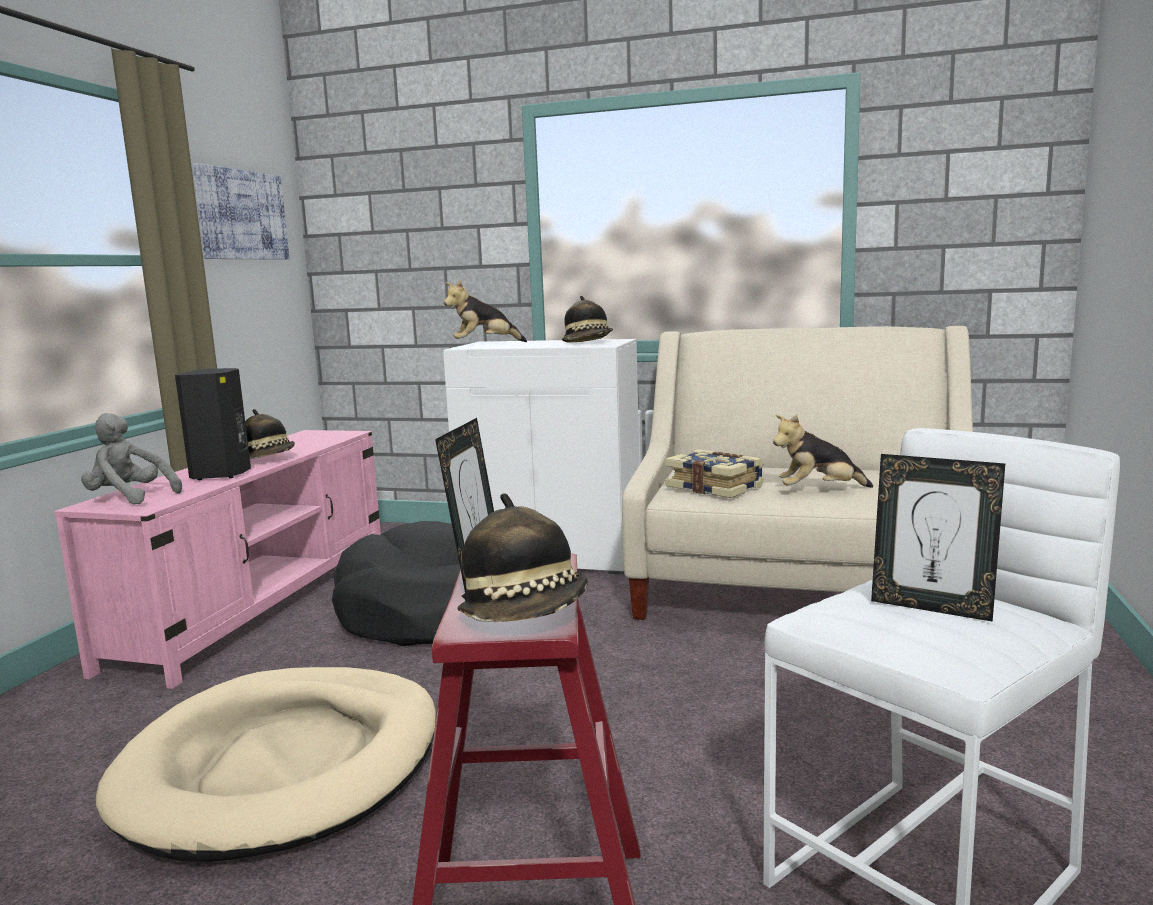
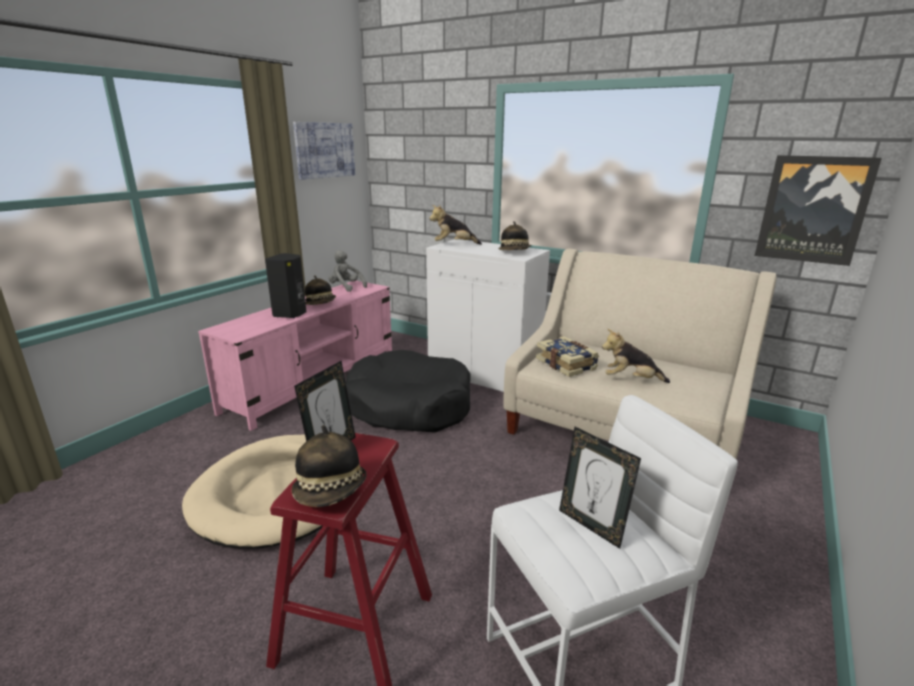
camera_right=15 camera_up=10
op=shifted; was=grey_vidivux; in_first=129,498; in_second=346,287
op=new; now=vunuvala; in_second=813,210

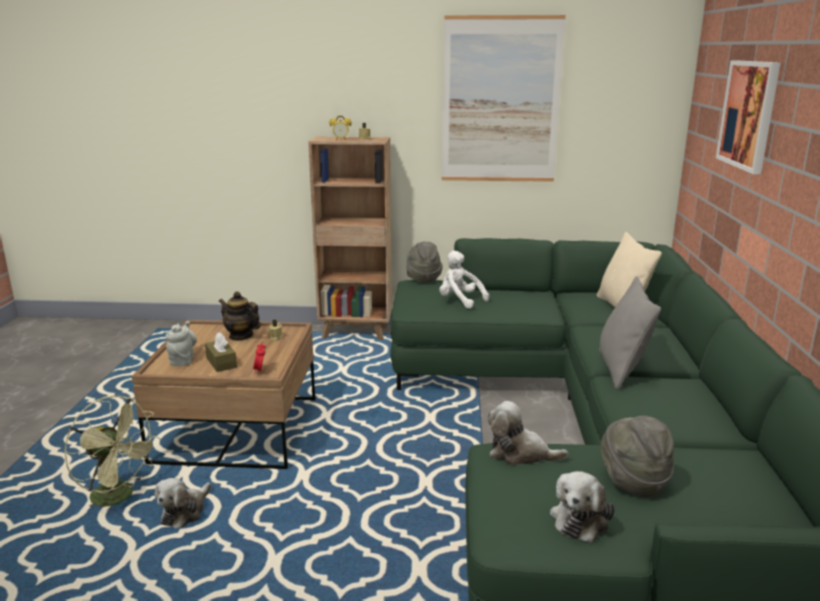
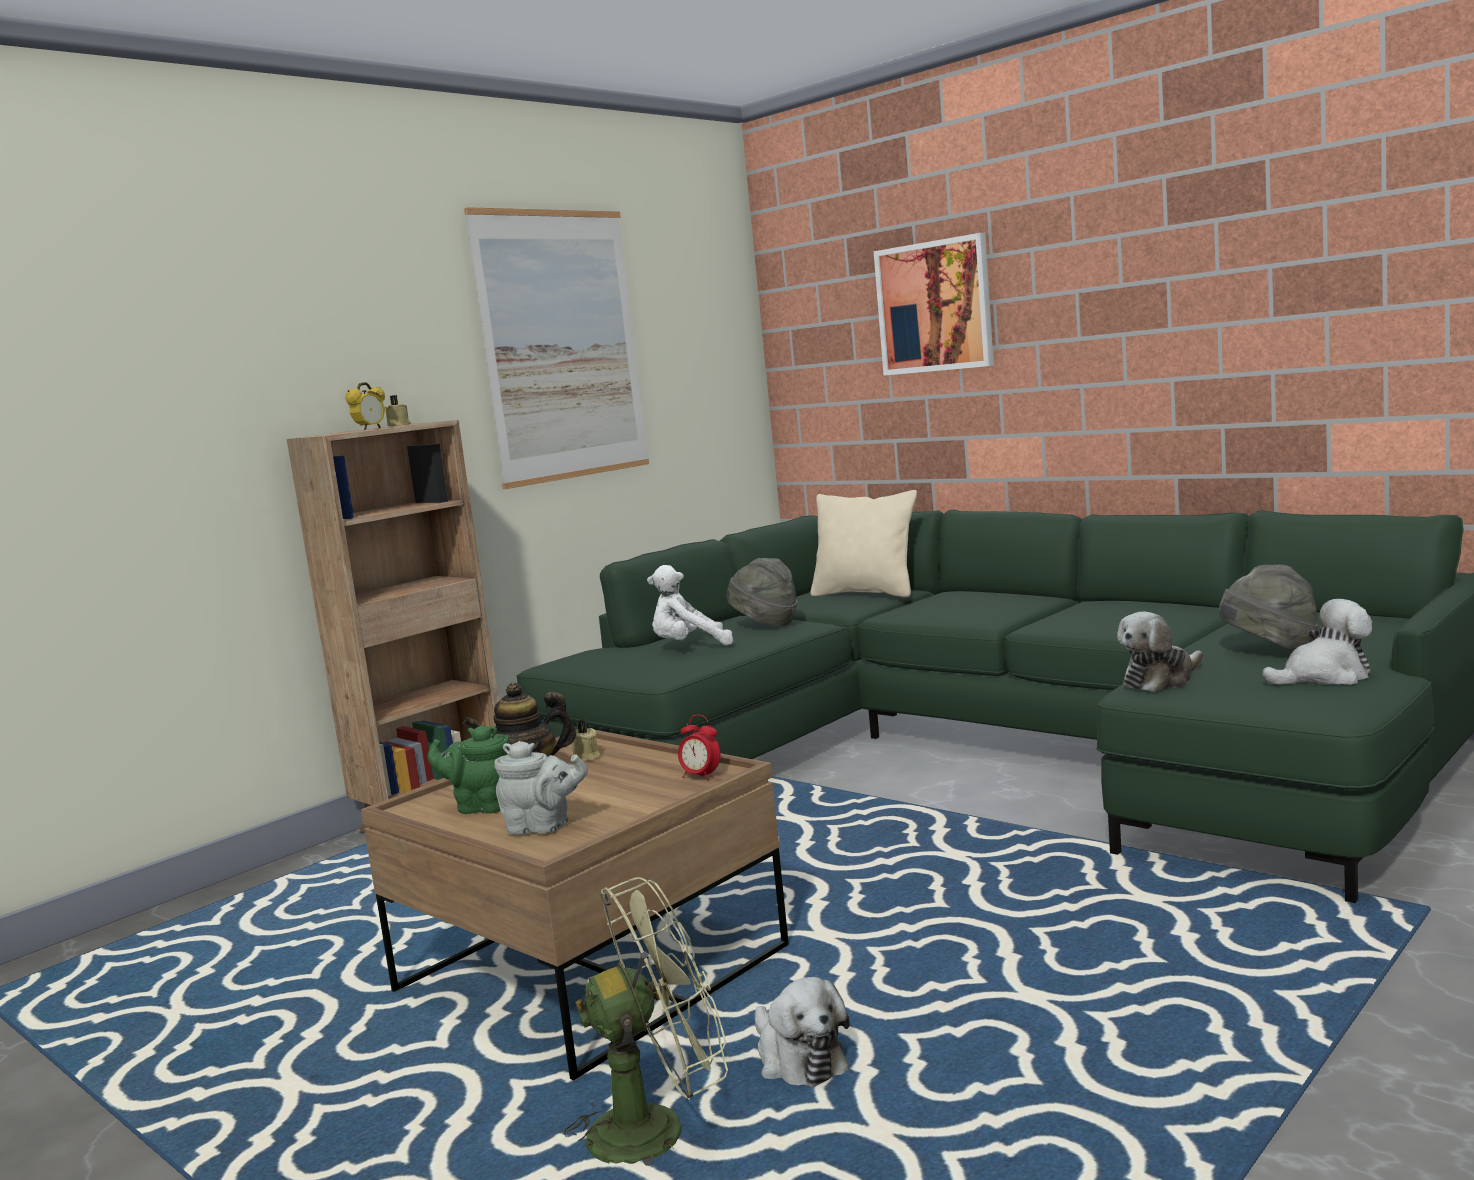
camera_right=-50 camera_up=-10
op=rotated; was=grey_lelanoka; in_first=183,360; in_second=543,827; clockwise=150
op=gone; was=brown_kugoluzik; in_first=221,362
op=shifted; was=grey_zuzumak; in_first=423,278; in_second=765,625
op=rotated; was=vidivux; in_first=580,518; in_second=1324,677; clockwise=-75
op=gone; was=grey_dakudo; in_first=621,370
op=new; now=green_lelanoka; in_second=481,806

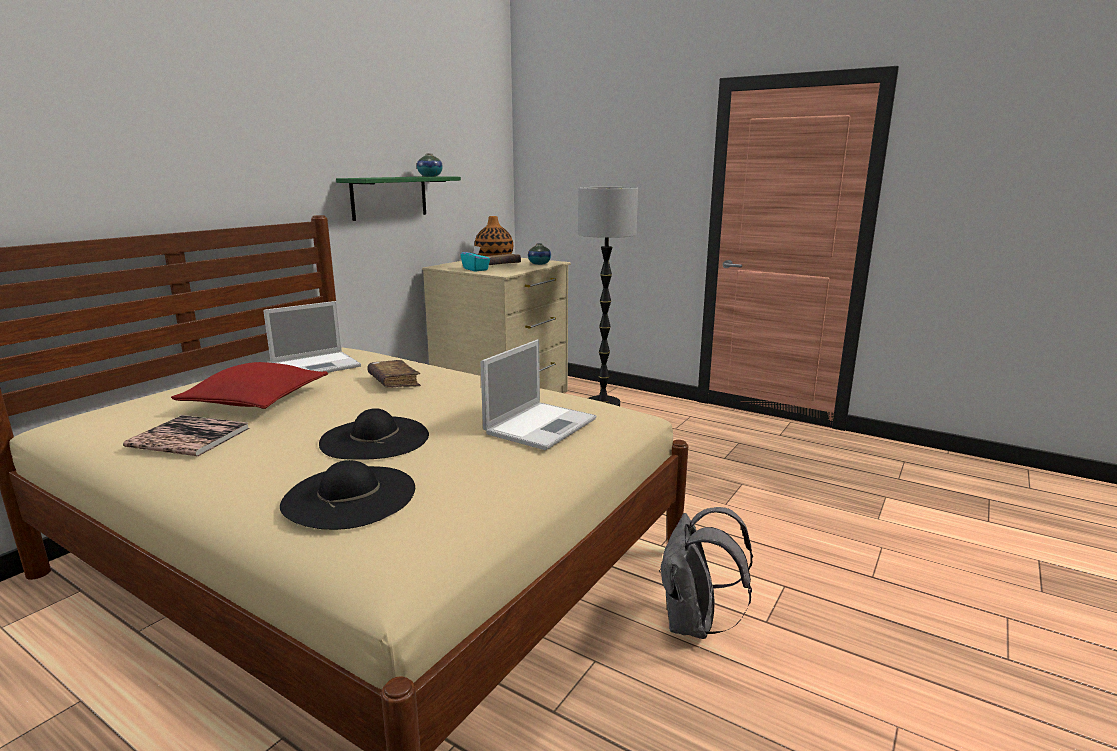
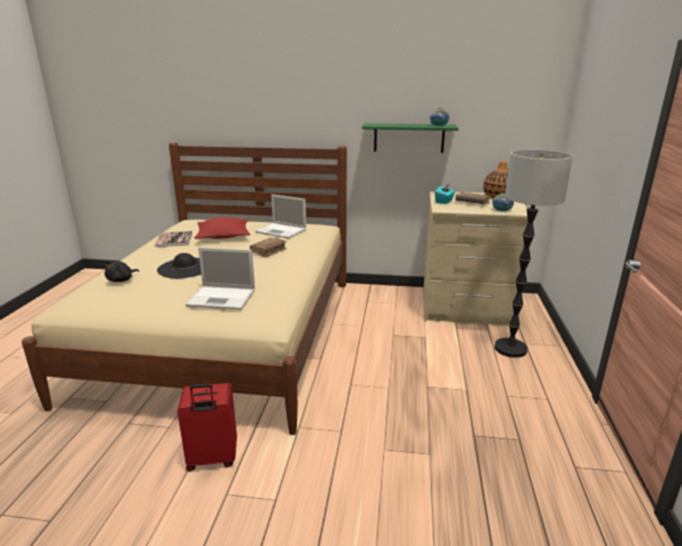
camera_right=65 camera_up=5
op=swapped; was=black_zuzumak; now=black_vidivux; in_first=349,496; in_second=121,280
op=swapped; was=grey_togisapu; now=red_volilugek; in_first=694,624; in_second=212,459

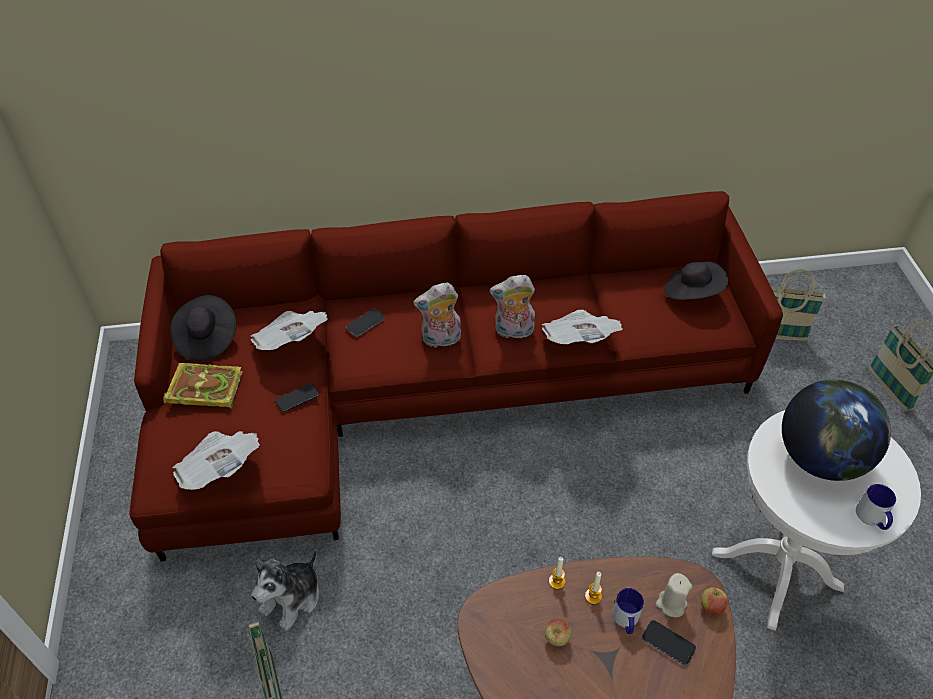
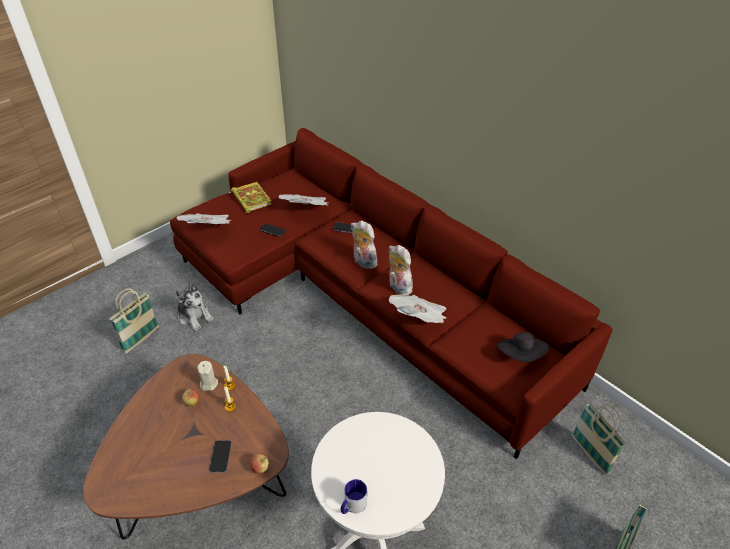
camera_right=55 camera_up=-5
op=gone; was=black_zuzumak; in_first=206,338
op=rotated; was=vidivux; in_first=292,598; in_second=195,316; clockwise=-135
op=gone; was=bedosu; in_first=626,620
op=shifted; was=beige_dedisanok; in_first=671,604; in_second=208,383
op=gone; was=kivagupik; in_first=820,457

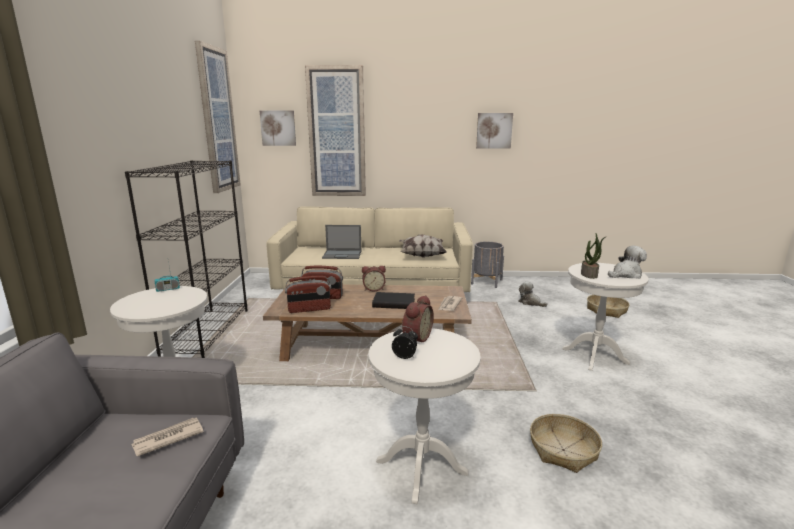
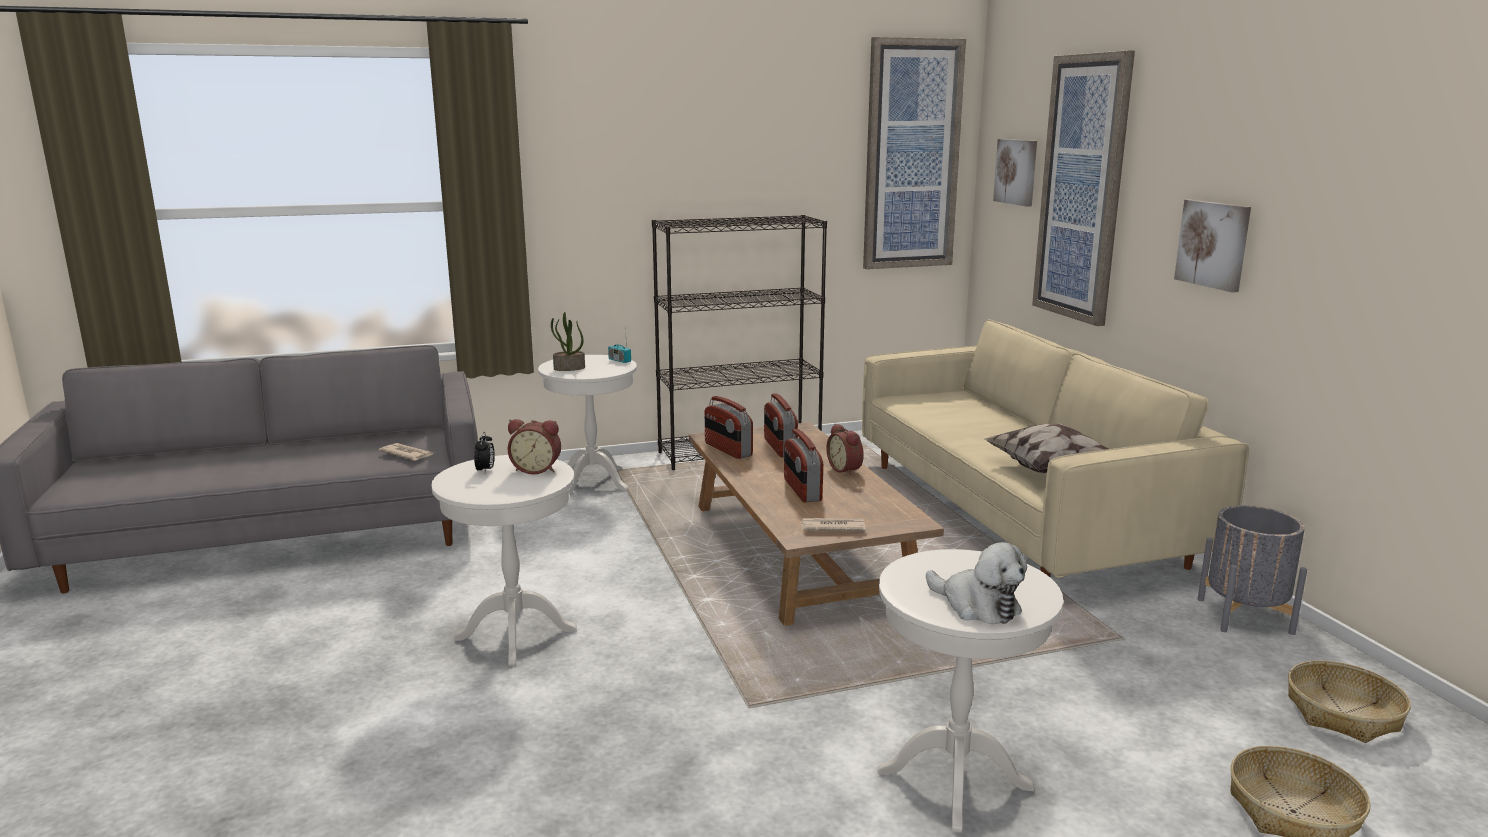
camera_right=70 camera_up=0
op=gone; was=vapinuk; in_first=342,255
op=swapped; was=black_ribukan; now=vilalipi; in_first=394,303; in_second=801,490
op=shifted; was=vunuvala; in_first=494,130; in_second=1213,244
op=gone; was=vidivux; in_first=530,302
op=shifted; was=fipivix; in_first=563,450; in_second=1342,713
op=shifted; was=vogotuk; in_first=589,275; in_second=569,368

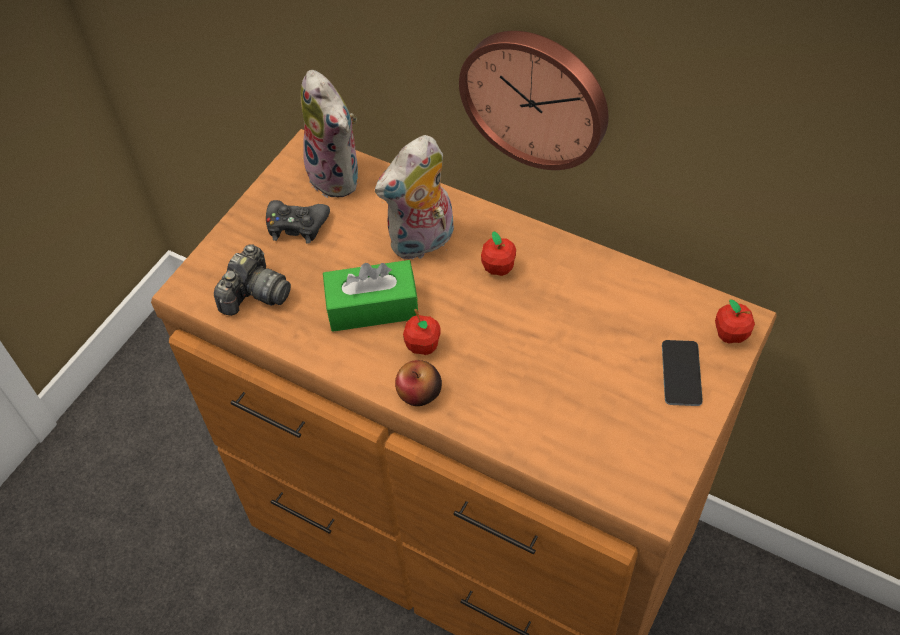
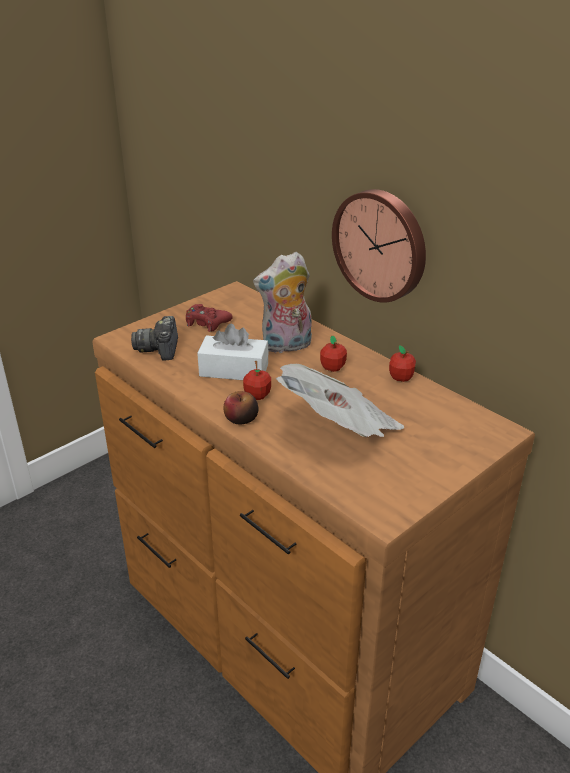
camera_right=15 camera_up=-20
op=rotated; was=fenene; in_first=255,294; in_second=159,349; clockwise=135
op=repainted; was=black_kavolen; now=red_kavolen; in_first=296,226; in_second=207,323
op=gone; was=vidivux; in_first=339,176
op=repainted; was=green_kugoluzik; now=white_kugoluzik; in_first=372,307; in_second=234,370
op=gone; was=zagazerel; in_first=681,373
op=shifted; was=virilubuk; in_first=730,334; in_second=401,378
op=new; now=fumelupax; in_second=340,428

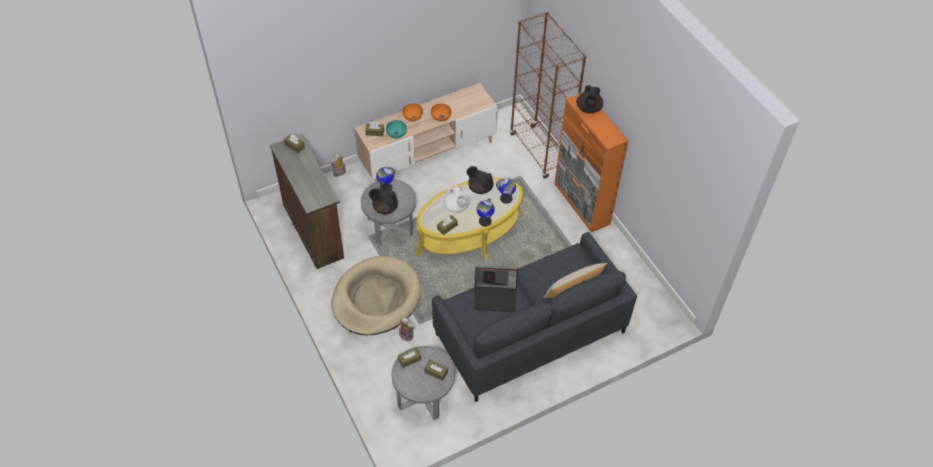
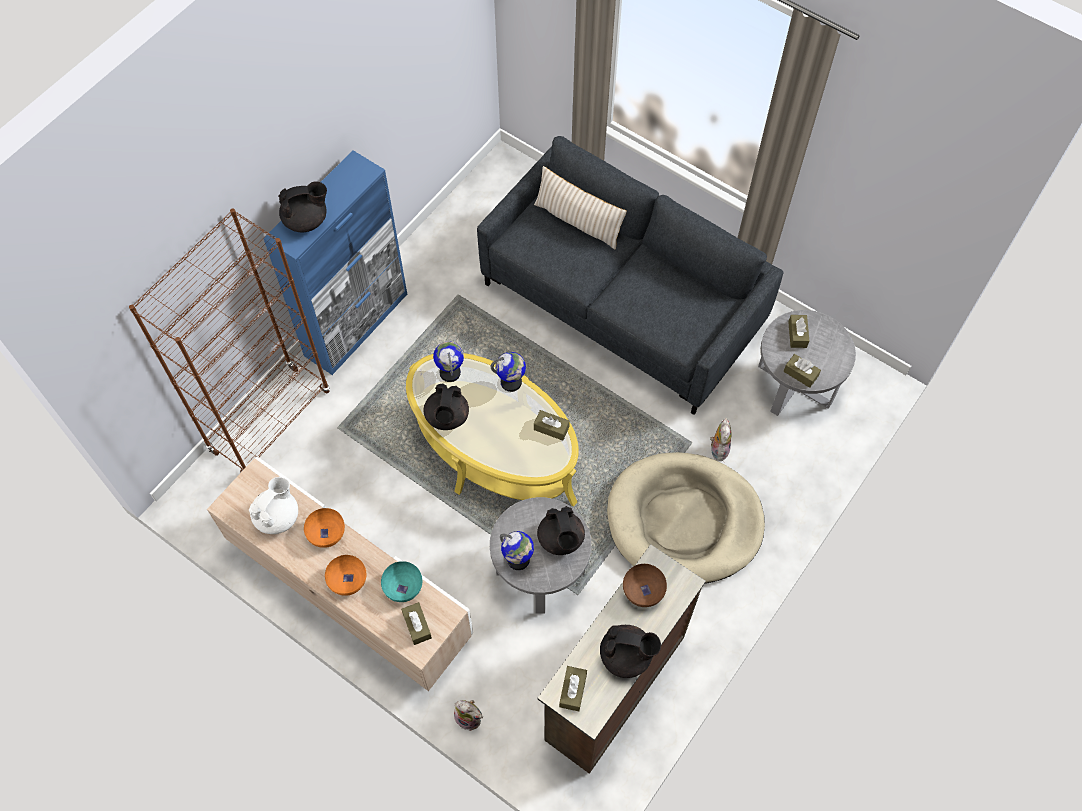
camera_right=-115 camera_up=10
op=shifted; was=white_lelanoka; in_first=456,207; in_second=277,516
op=gone; was=vapinuk; in_first=495,297
op=repainted; was=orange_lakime; now=blue_lakime; in_first=582,204; in_second=357,324
op=new; now=black_lelanoka; in_second=626,656
op=new; now=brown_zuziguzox; in_second=643,590

